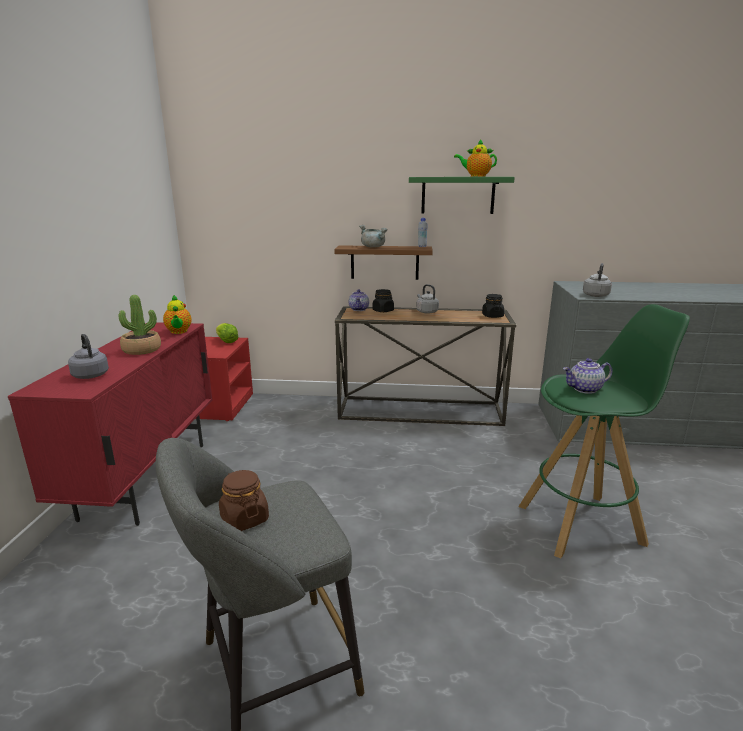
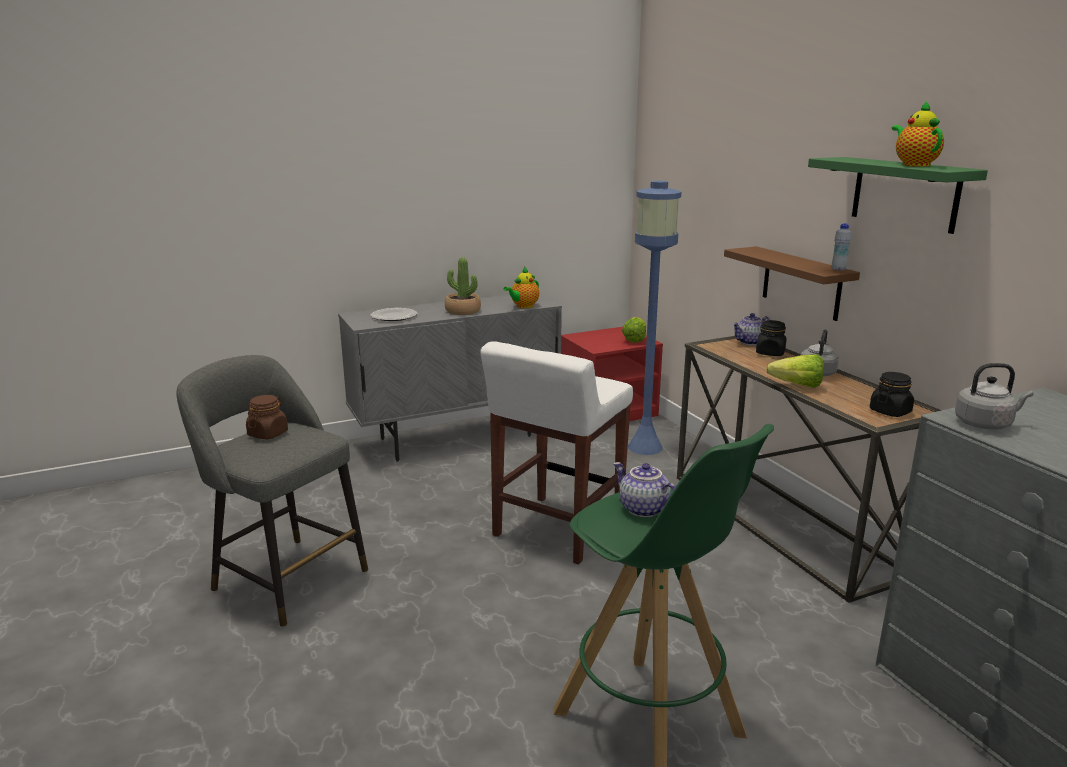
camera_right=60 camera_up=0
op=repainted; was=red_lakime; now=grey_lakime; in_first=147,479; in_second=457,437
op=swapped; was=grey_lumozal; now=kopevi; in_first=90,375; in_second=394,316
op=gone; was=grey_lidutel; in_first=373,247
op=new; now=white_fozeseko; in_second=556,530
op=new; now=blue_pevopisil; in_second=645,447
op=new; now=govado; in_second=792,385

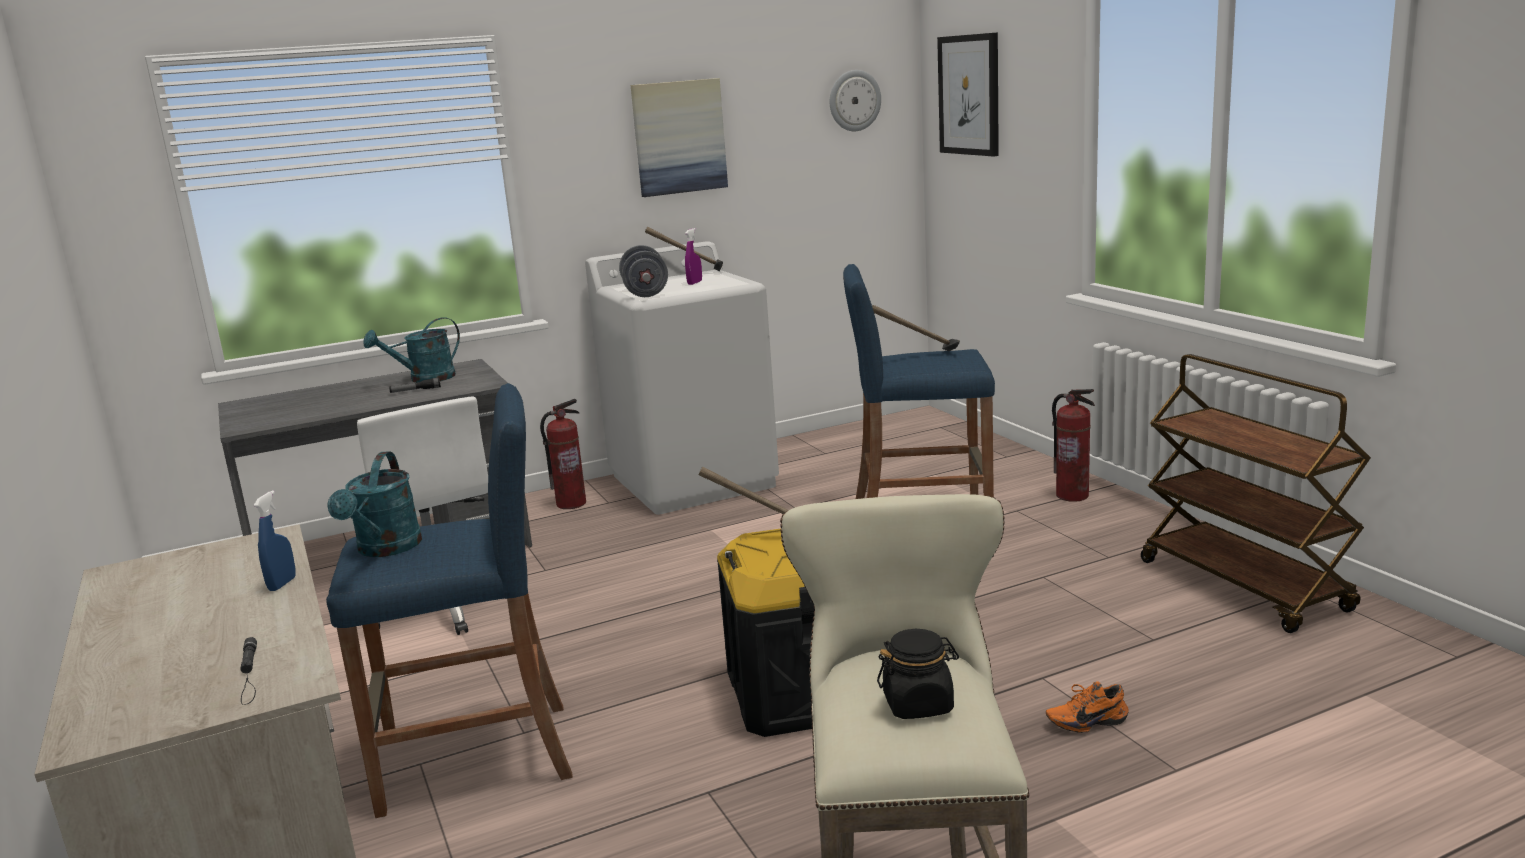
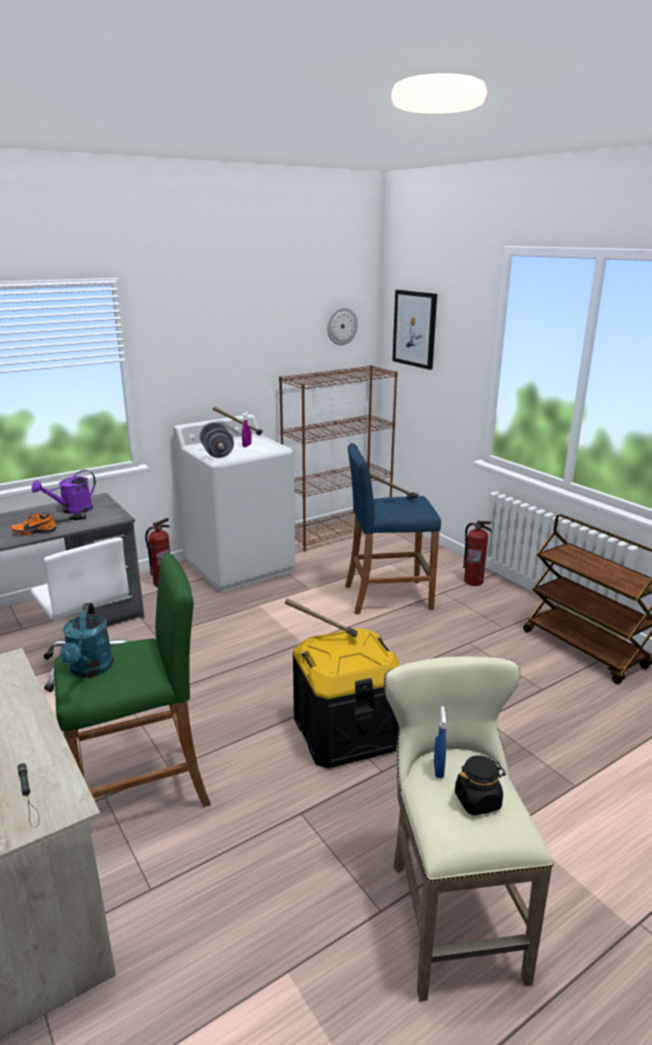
camera_right=-10 camera_up=5
op=shifted; was=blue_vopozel; in_first=282,584; in_second=438,769
op=repainted; was=blue_fozeseko; now=green_fozeseko; in_first=475,758; in_second=141,791
op=repainted; was=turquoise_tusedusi; now=purple_tusedusi; in_first=424,379; in_second=72,510
op=gone; was=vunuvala; in_first=679,137
op=shifted; was=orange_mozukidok; in_first=1086,721; in_second=35,531
op=new; now=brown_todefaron; in_second=338,531

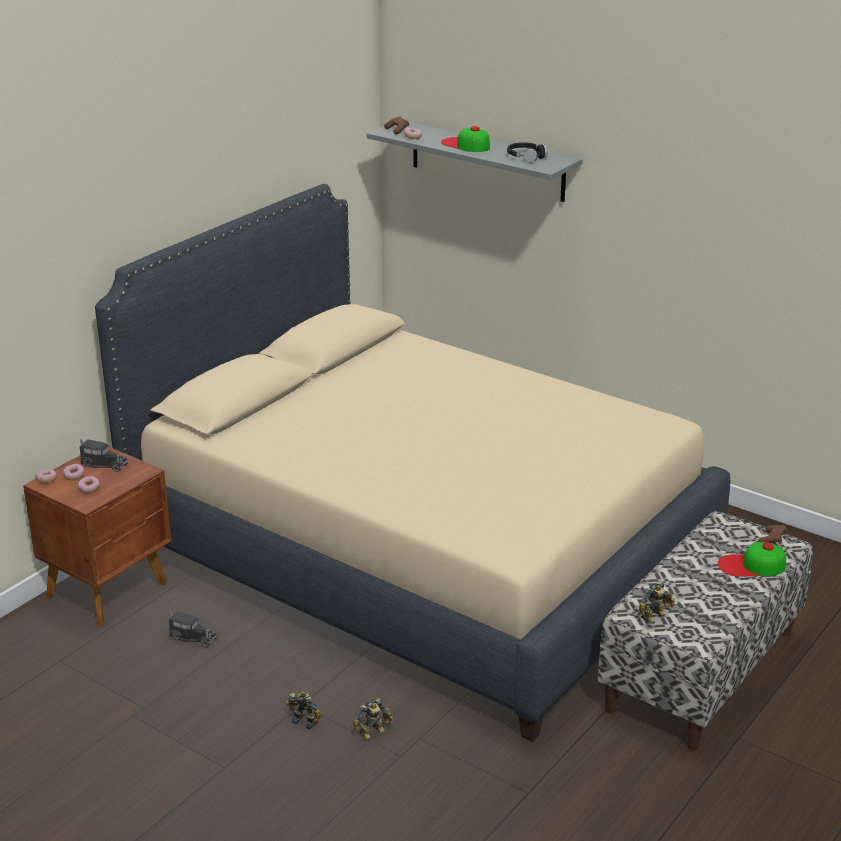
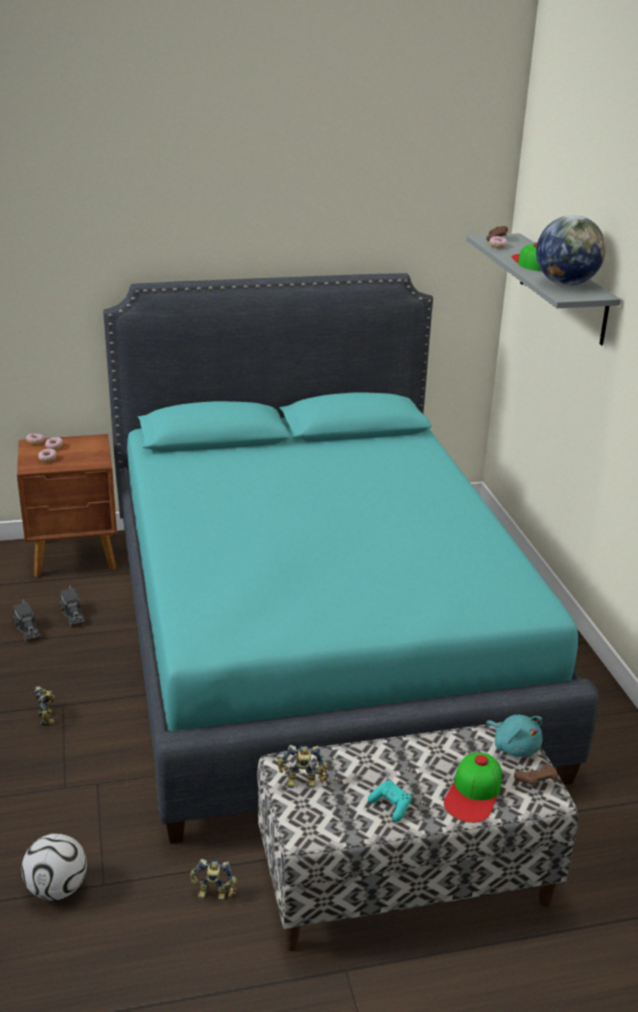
camera_right=40 camera_up=0
op=shifted; was=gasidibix; in_first=102,464; in_second=27,629
op=repainted; was=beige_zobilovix; now=turquoise_zobilovix; in_first=420,553; in_second=315,639
op=shifted; was=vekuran; in_first=373,733; in_second=213,895
op=swapped; was=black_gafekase; now=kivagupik; in_first=526,157; in_second=566,284
op=rotated; was=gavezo; in_first=751,565; in_second=474,793; clockwise=-105
op=new; now=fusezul; in_second=57,889
op=new; now=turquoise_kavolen; in_second=391,806
op=new; now=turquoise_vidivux; in_second=514,746

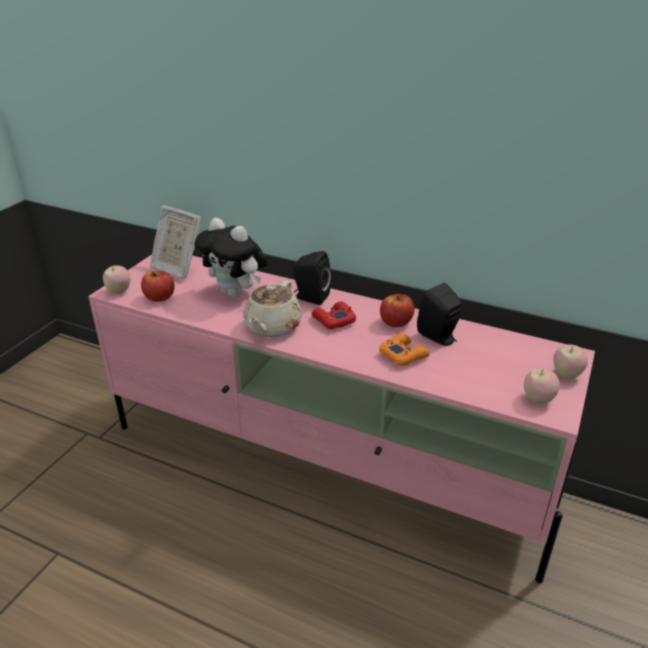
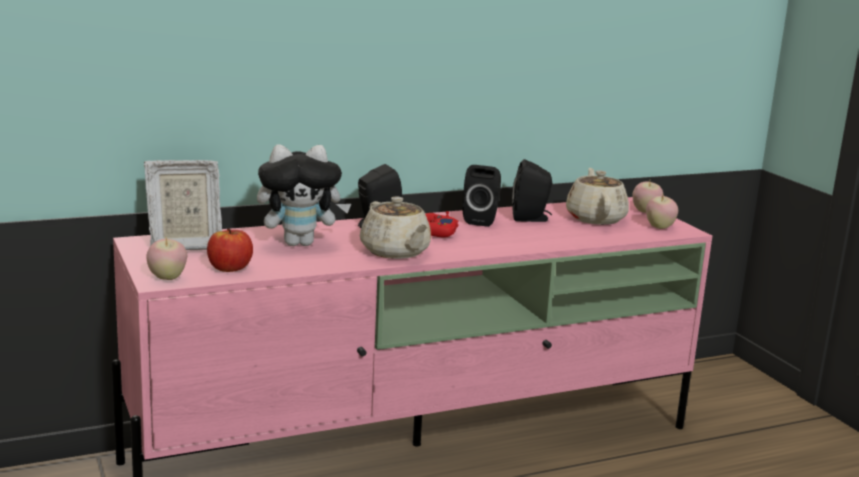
camera_right=-50 camera_up=-15
op=gone; was=orange_kavolen; in_first=403,354
op=swapped; was=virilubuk; now=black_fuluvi; in_first=395,322; in_second=481,220
op=new; now=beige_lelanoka; in_second=595,218

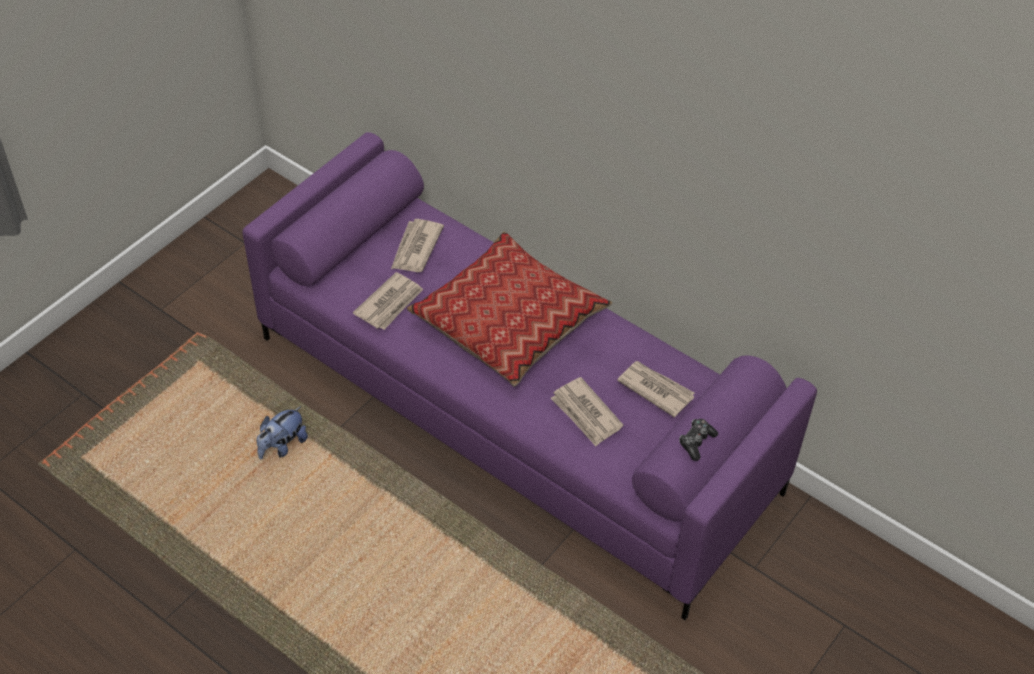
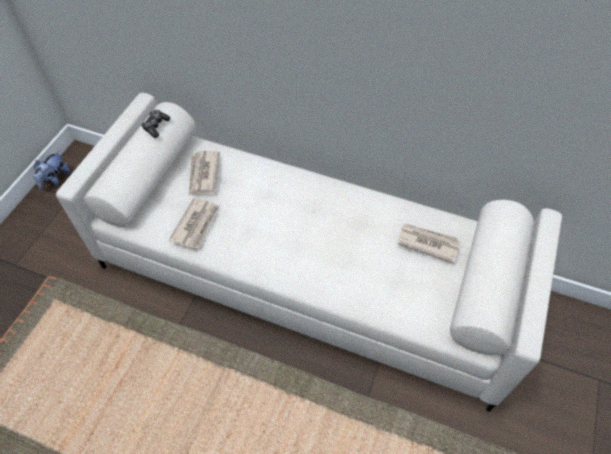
camera_right=-15 camera_up=5
op=repainted; was=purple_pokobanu; now=white_pokobanu; in_first=517,413; in_second=307,277
op=shifted; was=vidivux; in_first=282,446; in_second=55,179
op=gone; was=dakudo; in_first=509,320
op=gone; was=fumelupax; in_first=586,414
op=shifted; was=kavolen; in_first=696,442; in_second=156,126

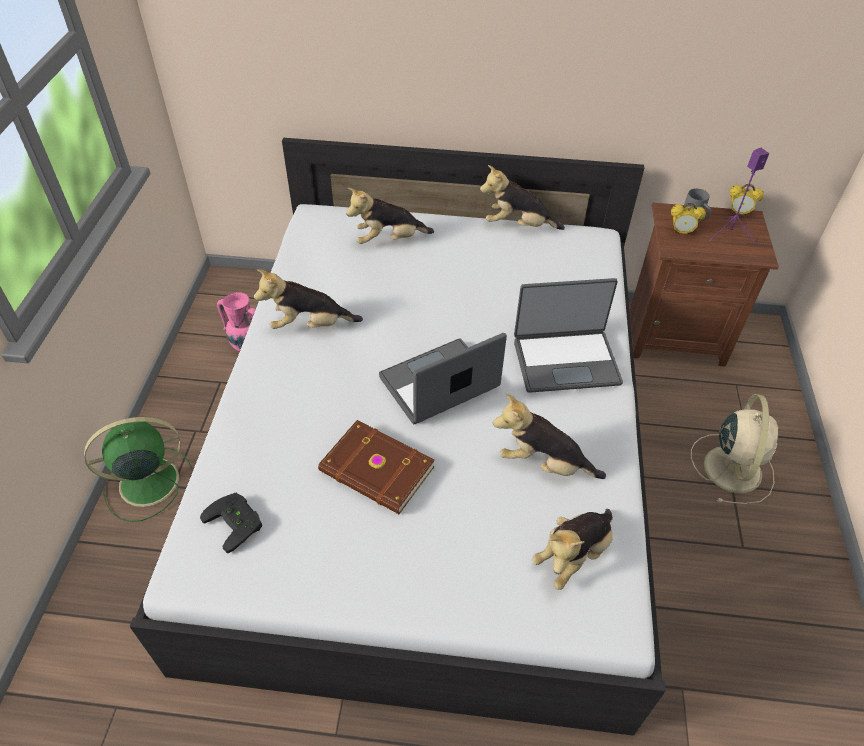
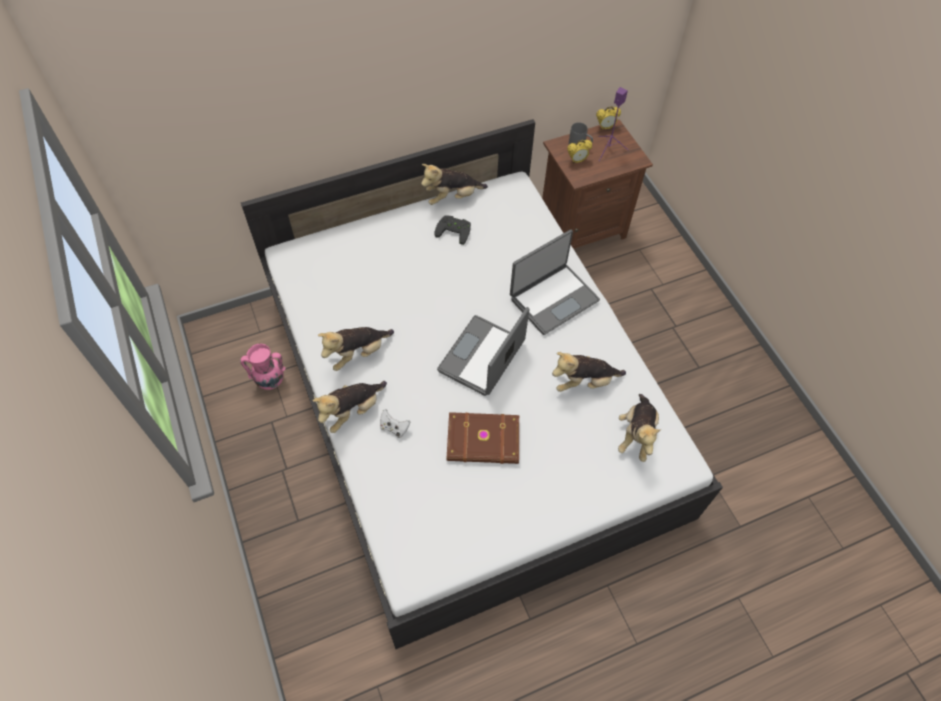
camera_right=-30 camera_up=10
op=gone; was=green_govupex; in_first=146,482
op=shifted; was=black_kavolen; in_first=237,522; in_second=454,230
op=shifted; was=vidivux; in_first=389,240; in_second=352,411
op=gone; was=beige_govupex; in_first=732,467
op=new; now=white_kavolen; in_second=394,428

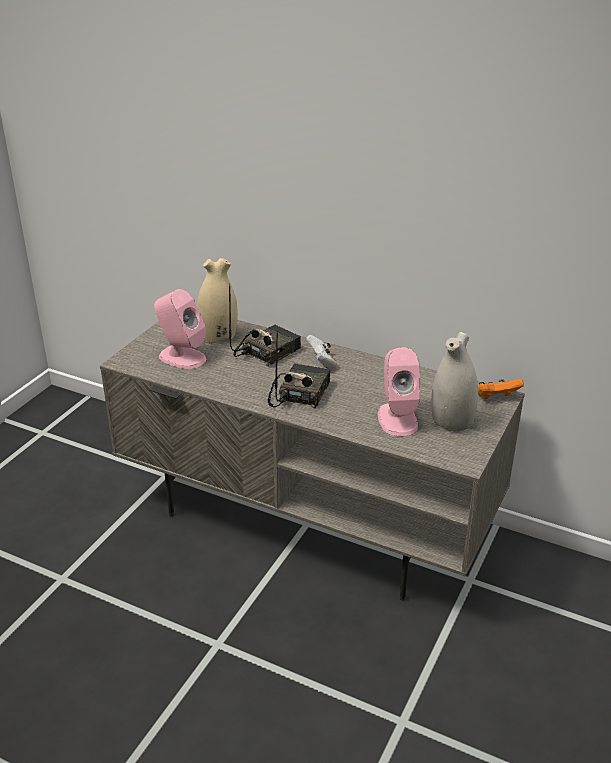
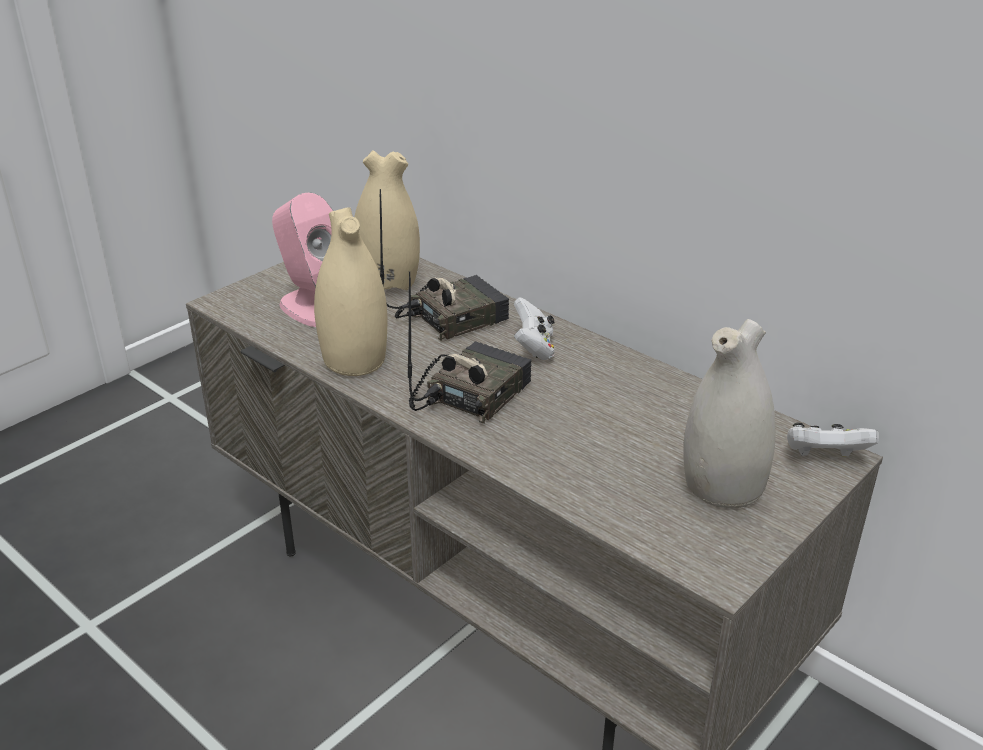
camera_right=15 camera_up=0
op=gone; was=pink_fuluvi; in_first=397,419
op=repainted; was=orange_kavolen; now=white_kavolen; in_first=496,398; in_second=824,457
op=new; now=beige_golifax; in_second=355,359

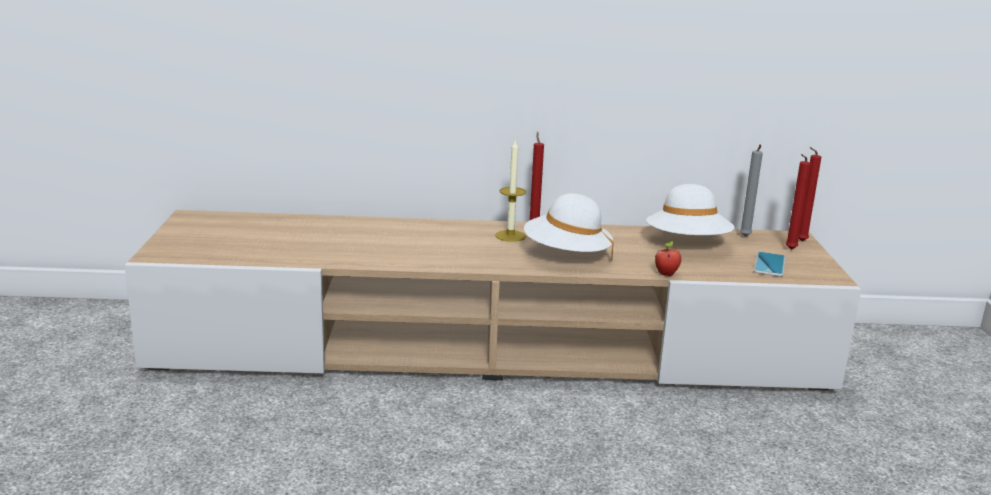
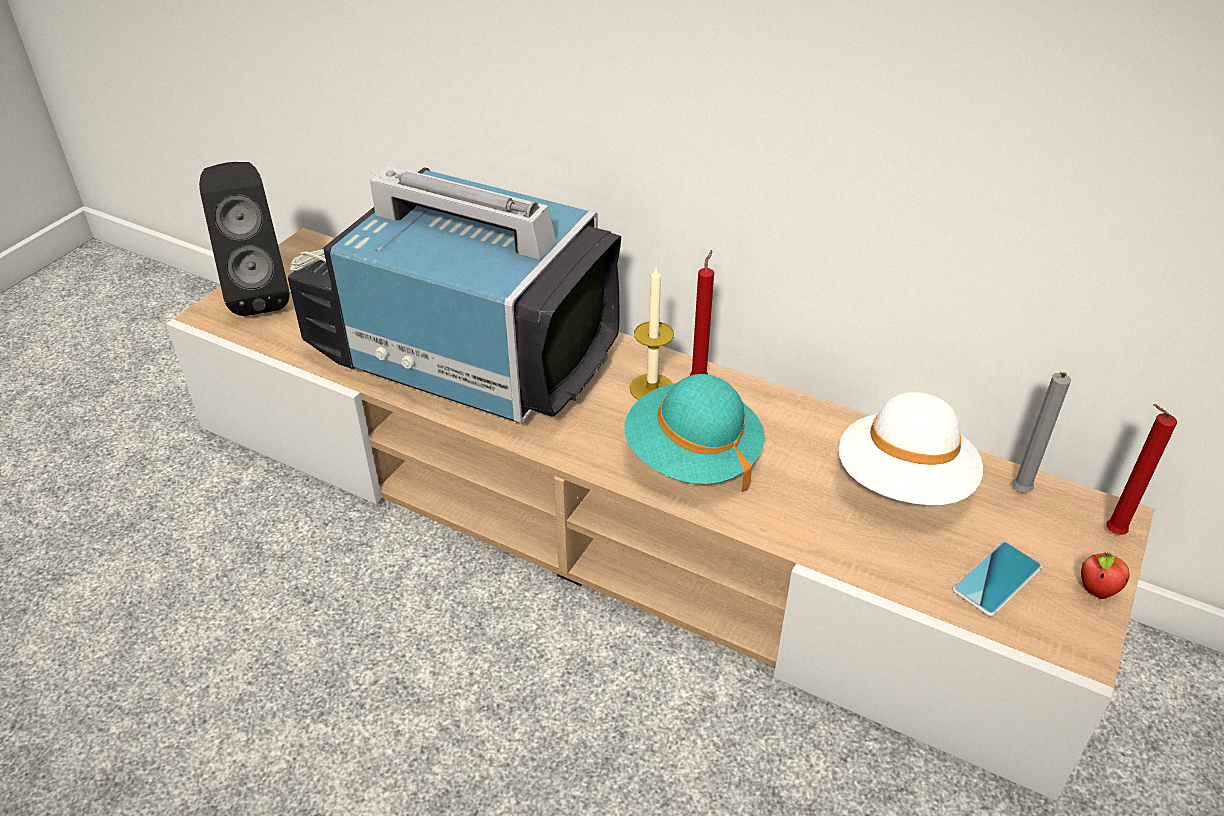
camera_right=30 camera_up=20
op=repainted; was=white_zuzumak; now=turquoise_zuzumak; in_first=566,255; in_second=692,457
op=shifted; was=virilubuk; in_first=667,274; in_second=1096,592
op=gone; was=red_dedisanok; in_first=789,250
op=new; now=black_fuluvi; in_second=260,295
op=new; now=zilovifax; in_second=462,354

